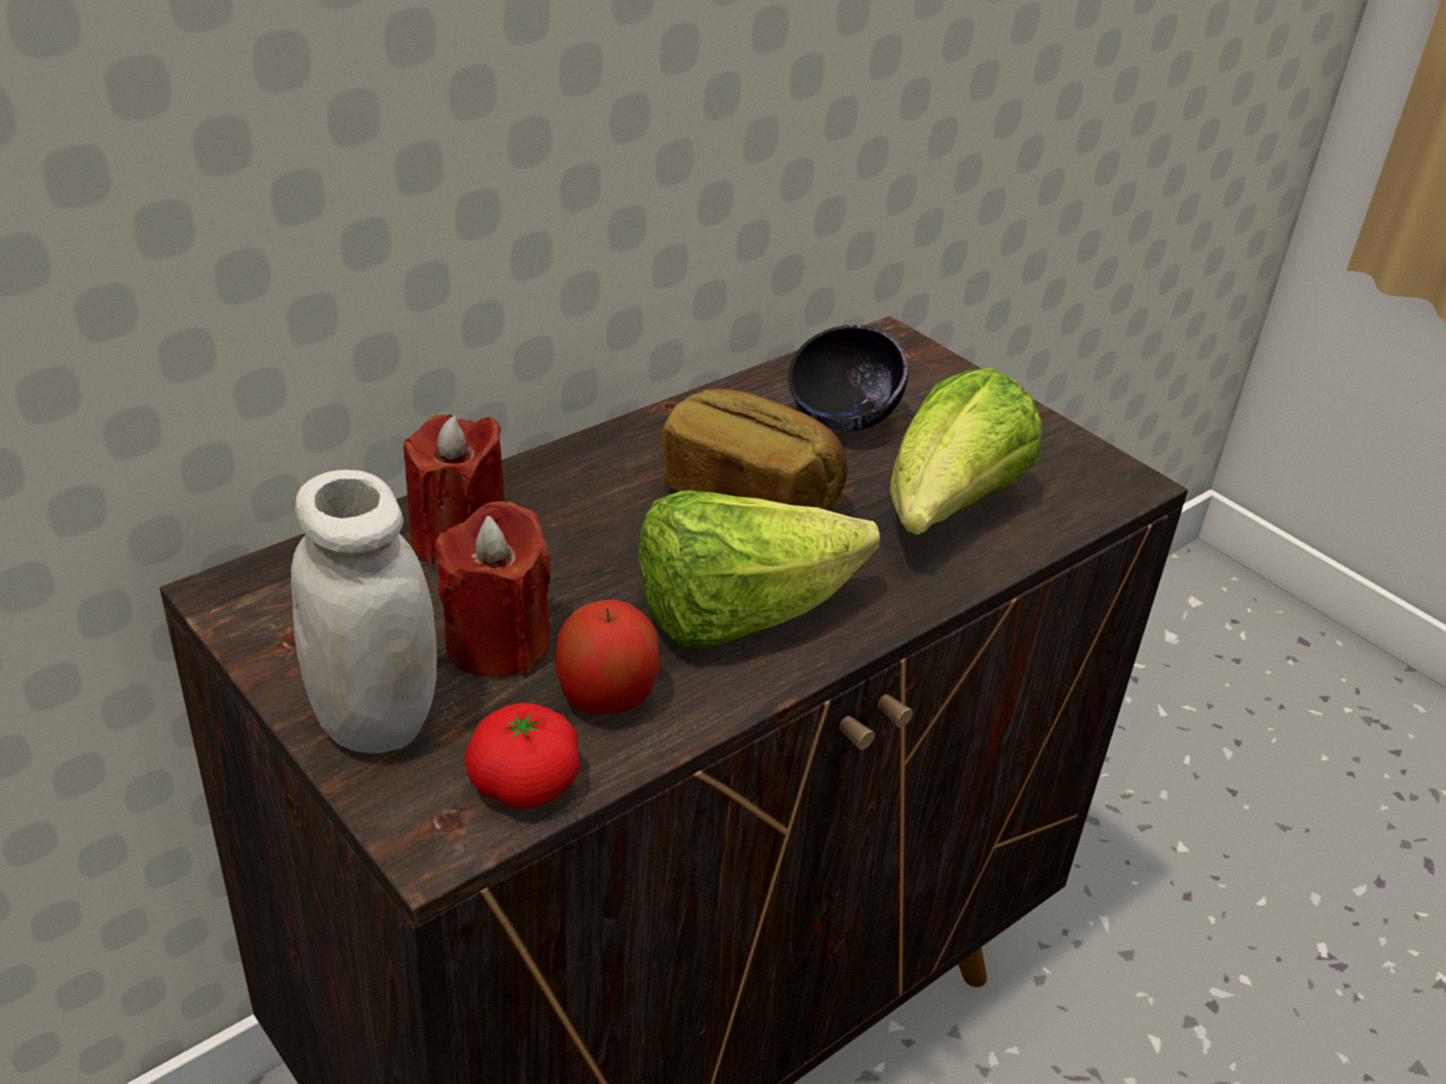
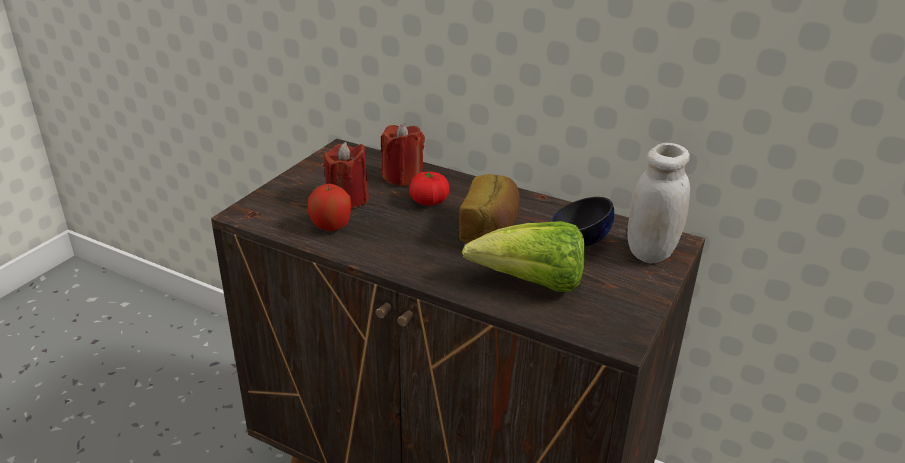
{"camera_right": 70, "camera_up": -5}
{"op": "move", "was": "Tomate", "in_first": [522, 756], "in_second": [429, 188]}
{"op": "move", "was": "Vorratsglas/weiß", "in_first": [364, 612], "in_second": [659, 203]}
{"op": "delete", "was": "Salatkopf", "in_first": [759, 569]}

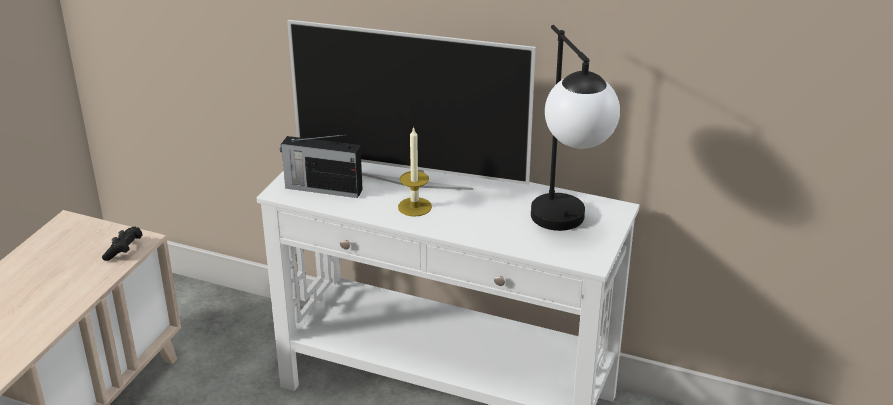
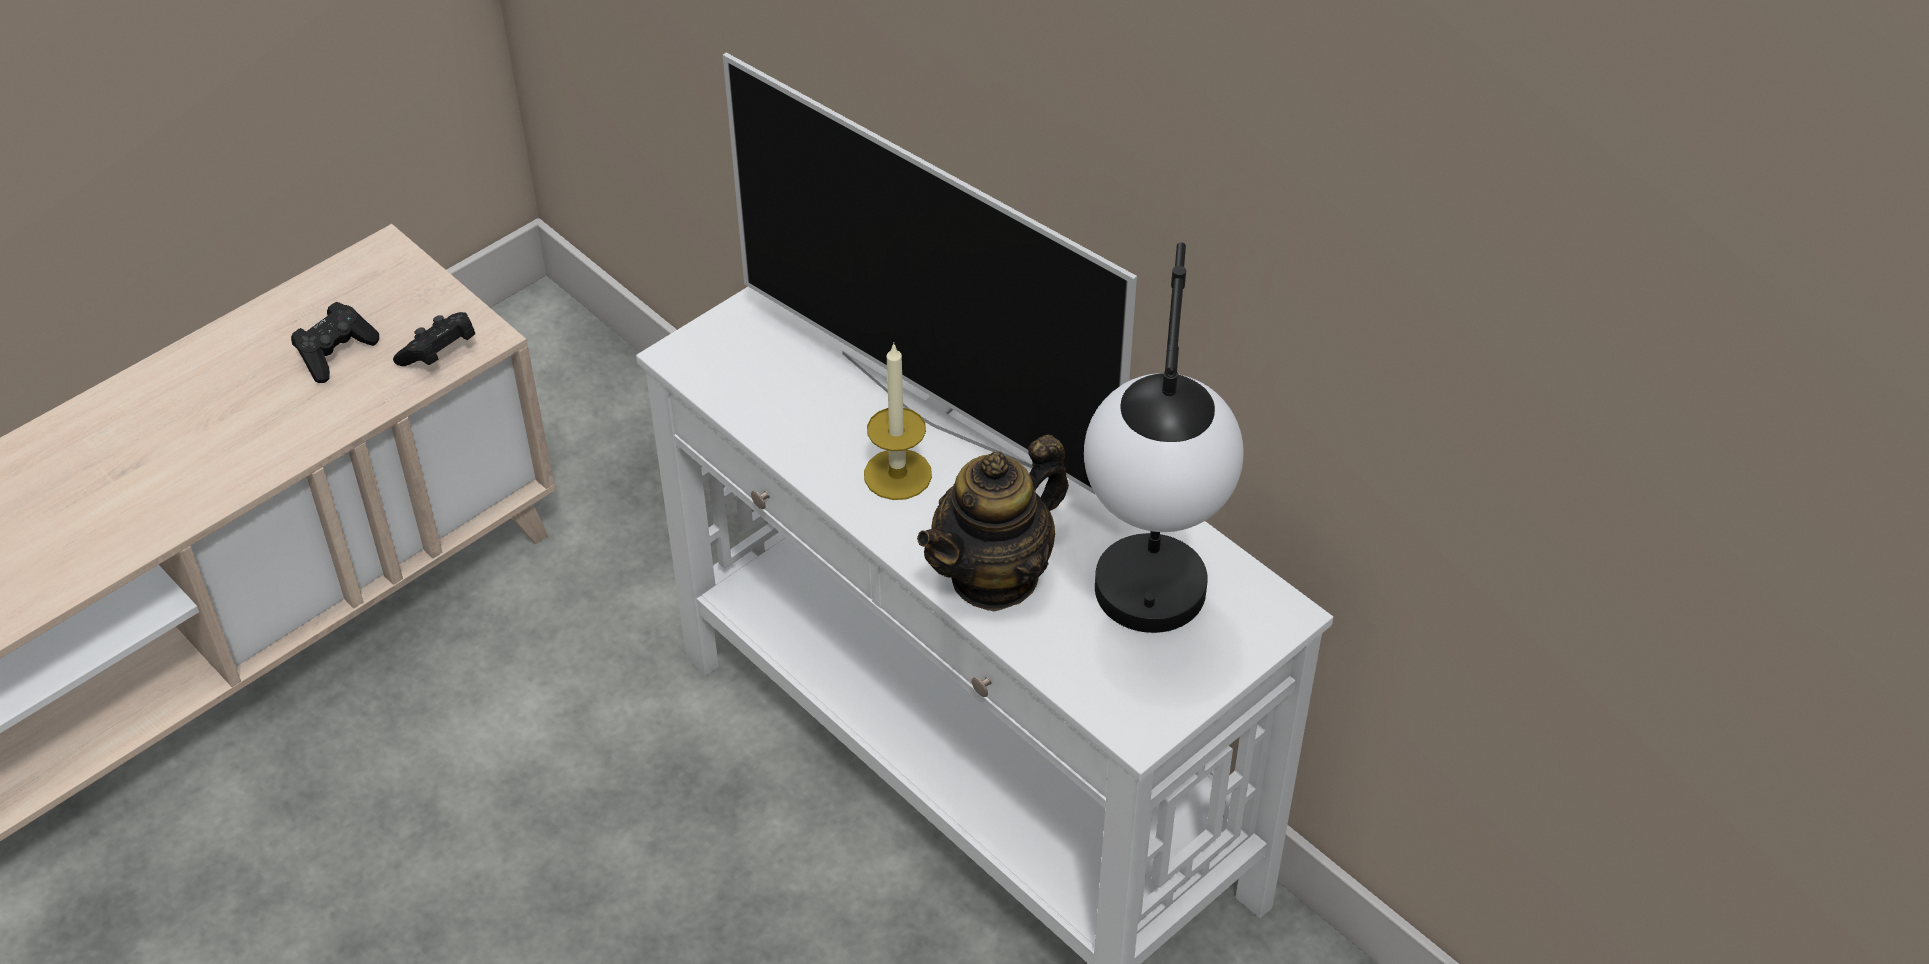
{"camera_right": 25, "camera_up": 15}
{"op": "insert", "now": "Gamepad/schwarz", "in_second": [335, 342]}
{"op": "insert", "now": "Teekanne", "in_second": [993, 523]}
{"op": "delete", "was": "Radio", "in_first": [321, 166]}

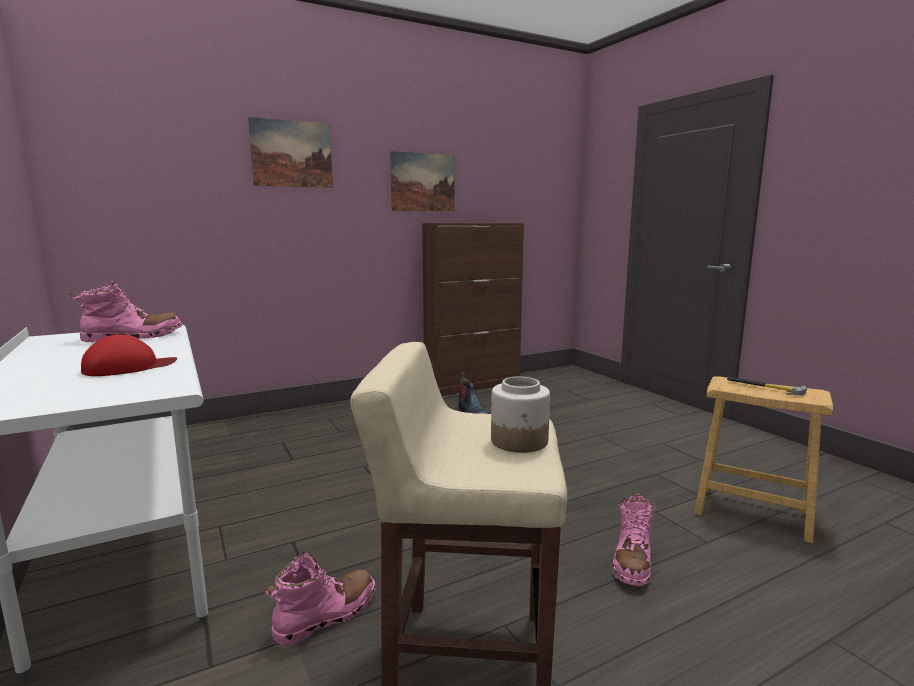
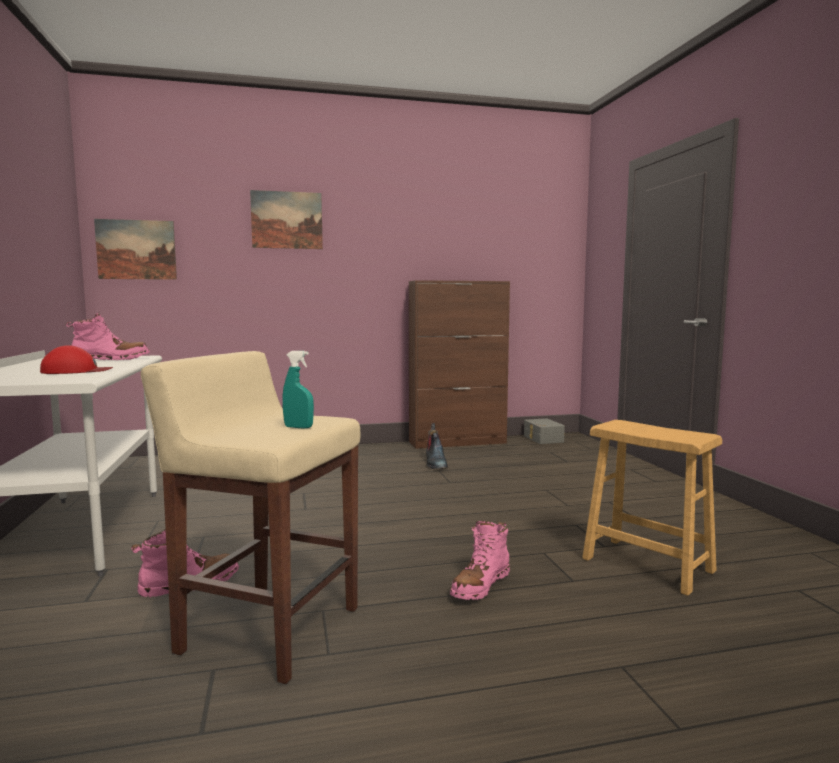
{"camera_right": 15, "camera_up": -5}
{"op": "move", "was": "Bild", "in_first": [422, 181], "in_second": [135, 249]}
{"op": "replace", "was": "Vorratsglas", "now": "Sprühflasche/türkis", "in_first": [520, 415], "in_second": [298, 390]}
{"op": "insert", "now": "Aufbewahrungsbox/grau", "in_second": [544, 431]}
{"op": "delete", "was": "Hammer", "in_first": [767, 386]}

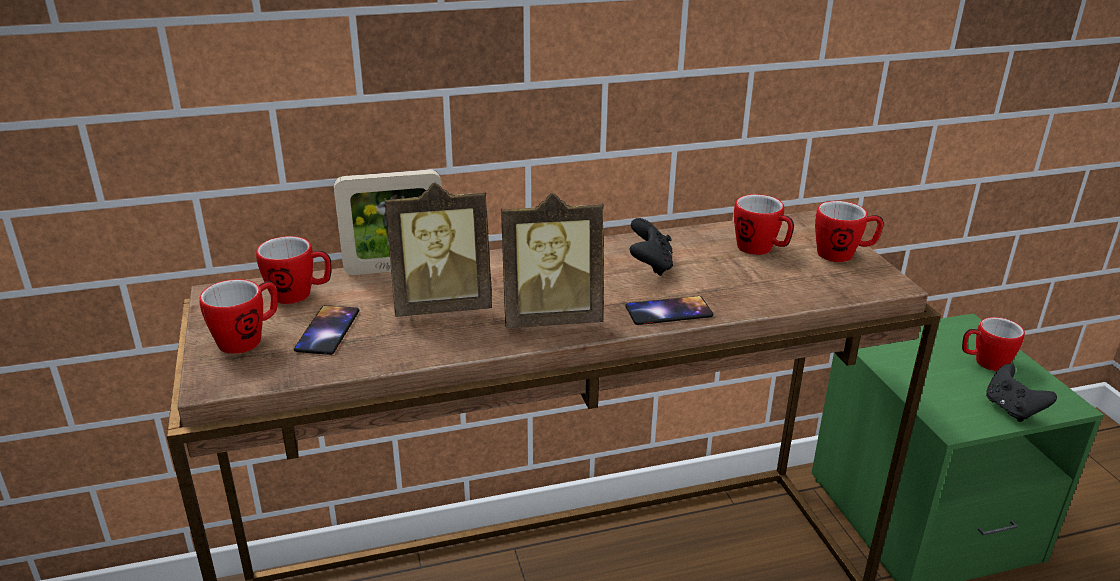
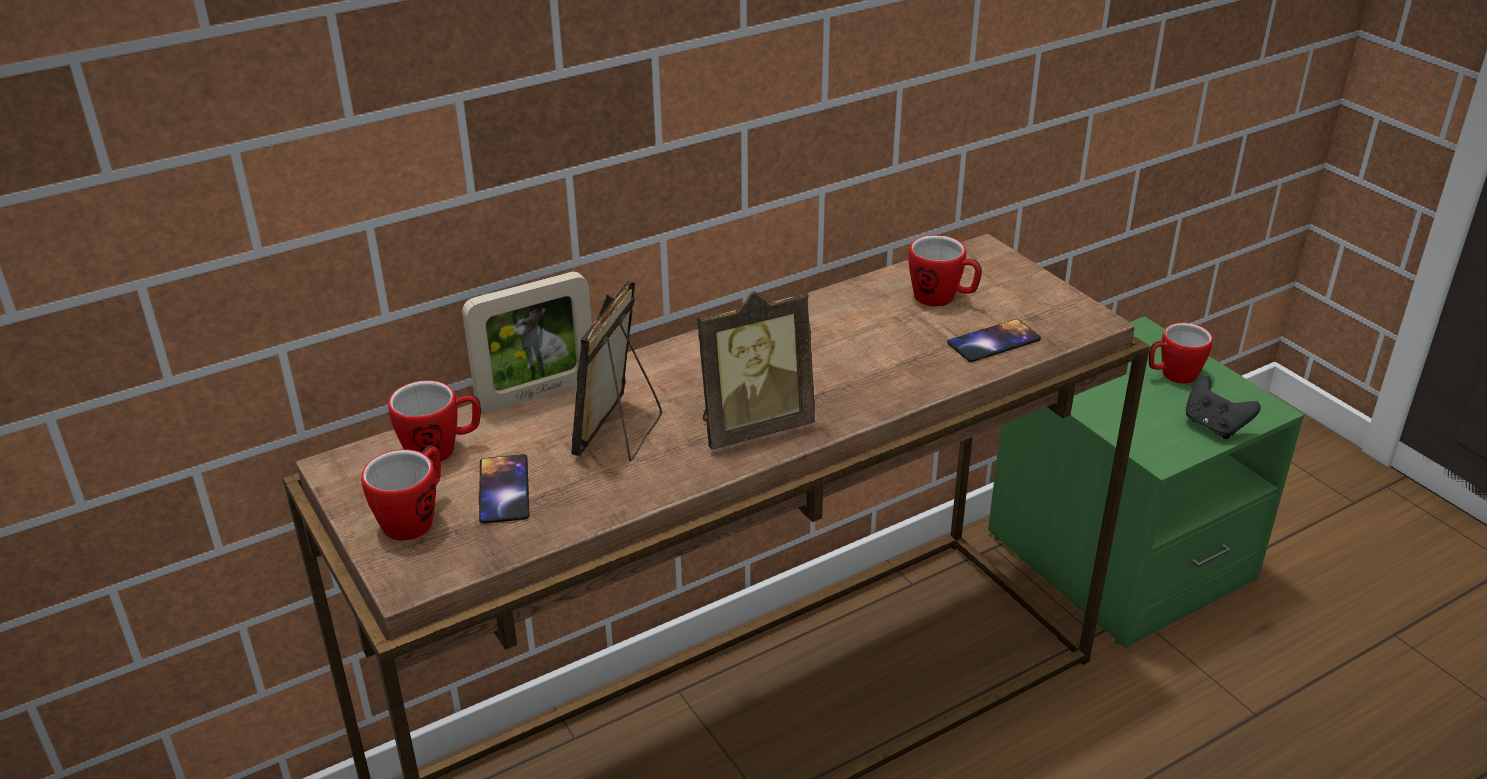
{"camera_right": -15, "camera_up": 5}
{"op": "rotate", "was": "Bilderrahmen", "in_first": [438, 249], "in_second": [616, 370], "clockwise": 135}
{"op": "move", "was": "Handy", "in_first": [669, 310], "in_second": [994, 340]}
{"op": "delete", "was": "Gamepad/schwarz", "in_first": [651, 247]}
{"op": "delete", "was": "Henkelbecher", "in_first": [849, 231]}

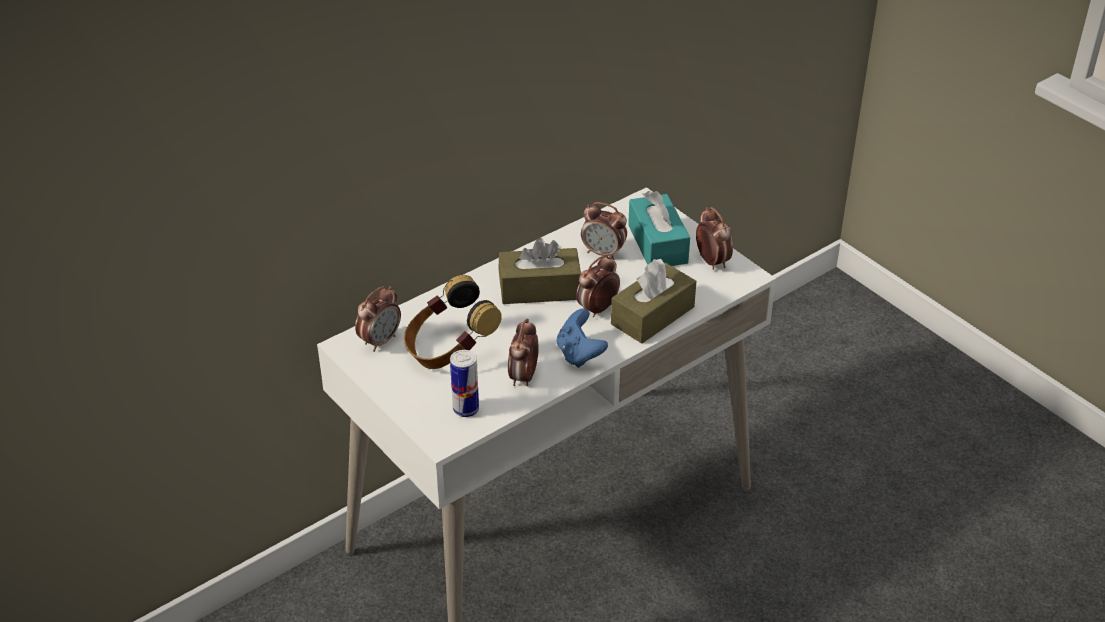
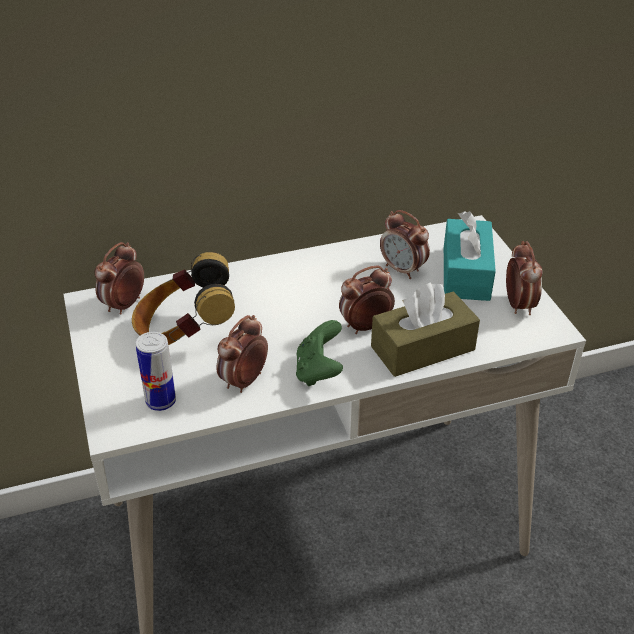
{"camera_right": 20, "camera_up": 0}
{"op": "rotate", "was": "Wecker", "in_first": [378, 319], "in_second": [119, 278], "clockwise": 150}
{"op": "recolor", "was": "Gamepad/blau", "now": "Gamepad/grün", "in_first": [582, 338], "in_second": [319, 353]}
{"op": "delete", "was": "Taschentuchbox/braun", "in_first": [539, 271]}

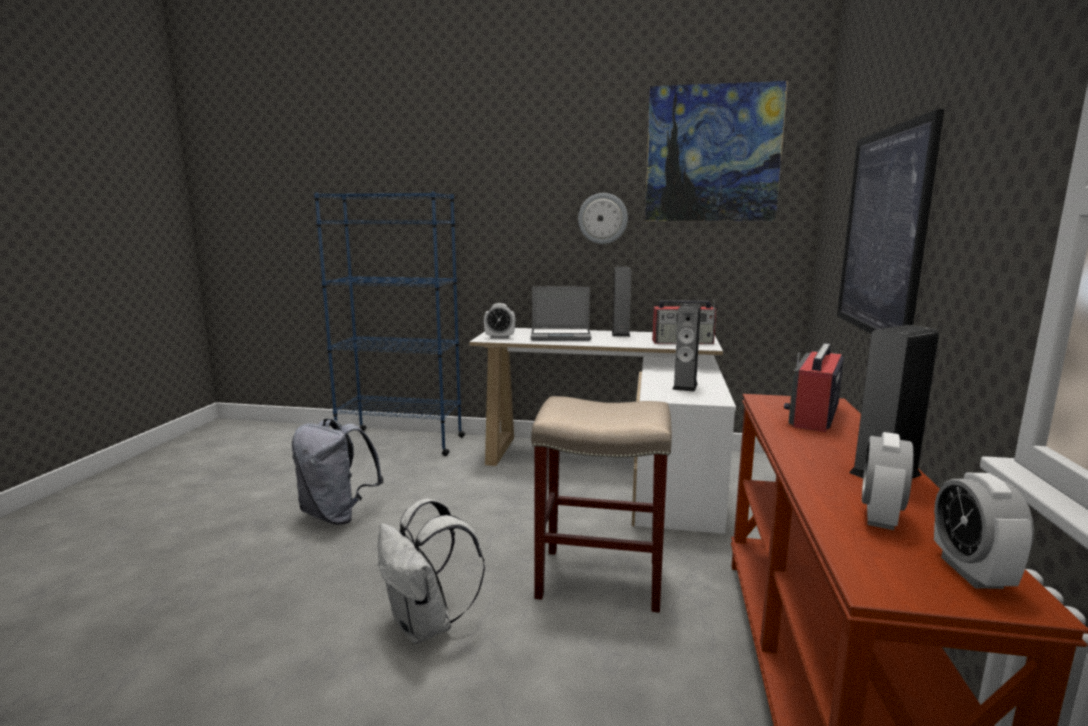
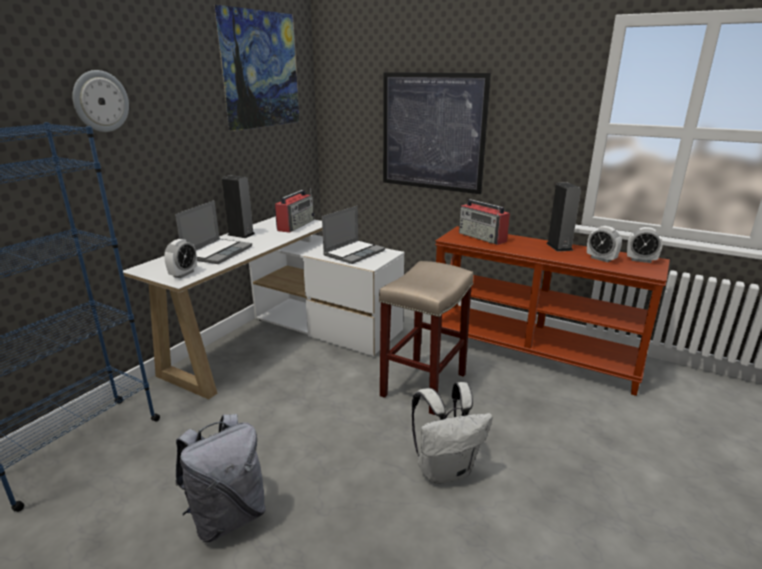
{"camera_right": -70, "camera_up": 10}
{"op": "move", "was": "Wanduhr", "in_first": [603, 218], "in_second": [100, 101]}
{"op": "replace", "was": "Lautsprecher", "now": "Laptop", "in_first": [686, 347], "in_second": [353, 235]}

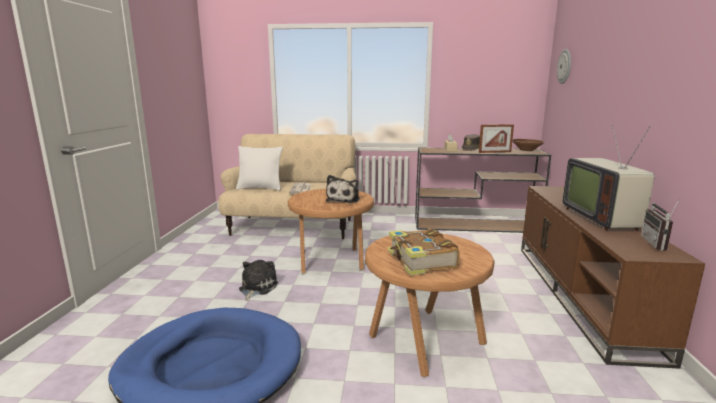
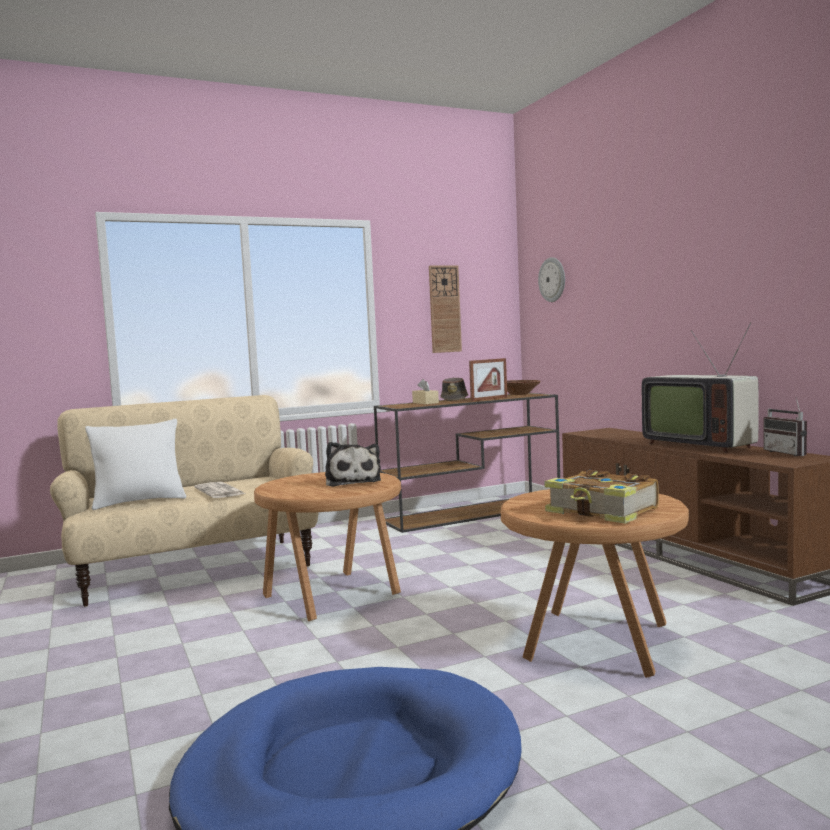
{"camera_right": -30, "camera_up": -10}
{"op": "insert", "now": "Wanduhr", "in_second": [445, 309]}
{"op": "delete", "was": "Plüschtier", "in_first": [258, 280]}

